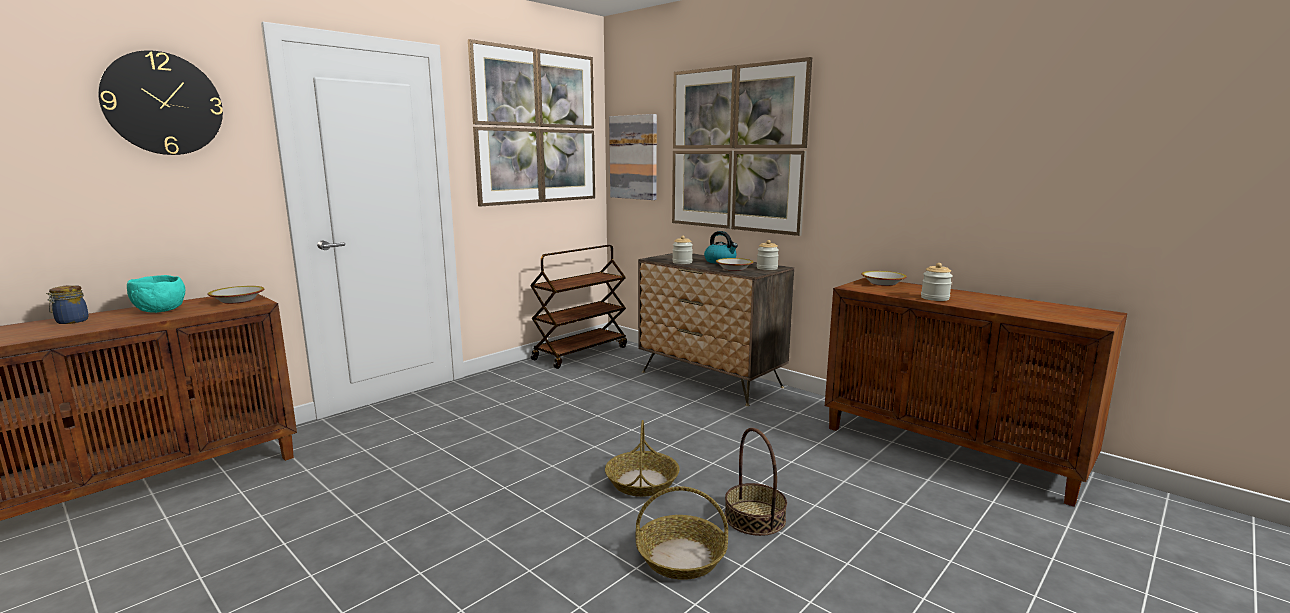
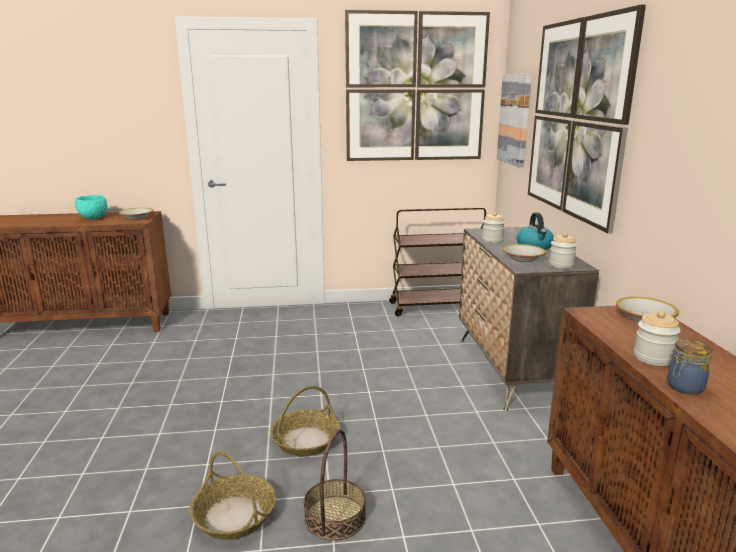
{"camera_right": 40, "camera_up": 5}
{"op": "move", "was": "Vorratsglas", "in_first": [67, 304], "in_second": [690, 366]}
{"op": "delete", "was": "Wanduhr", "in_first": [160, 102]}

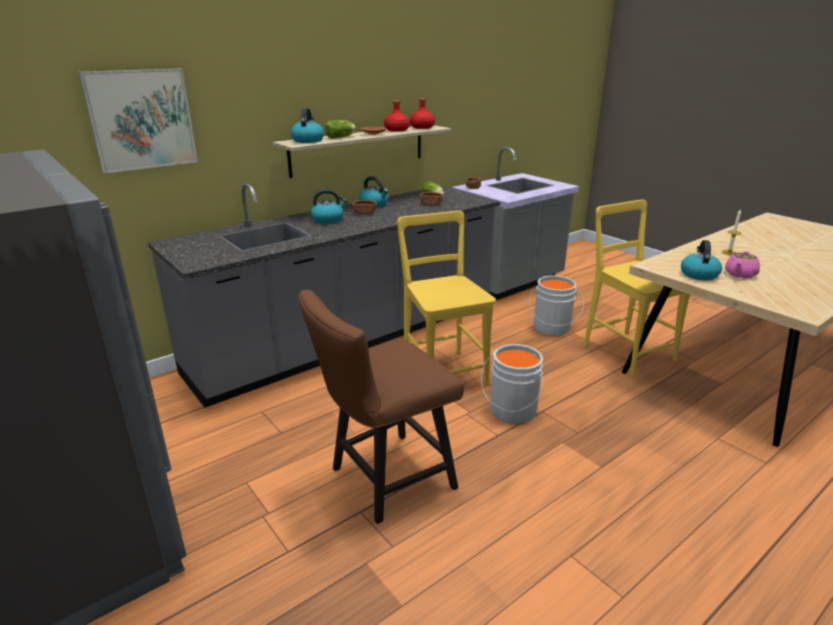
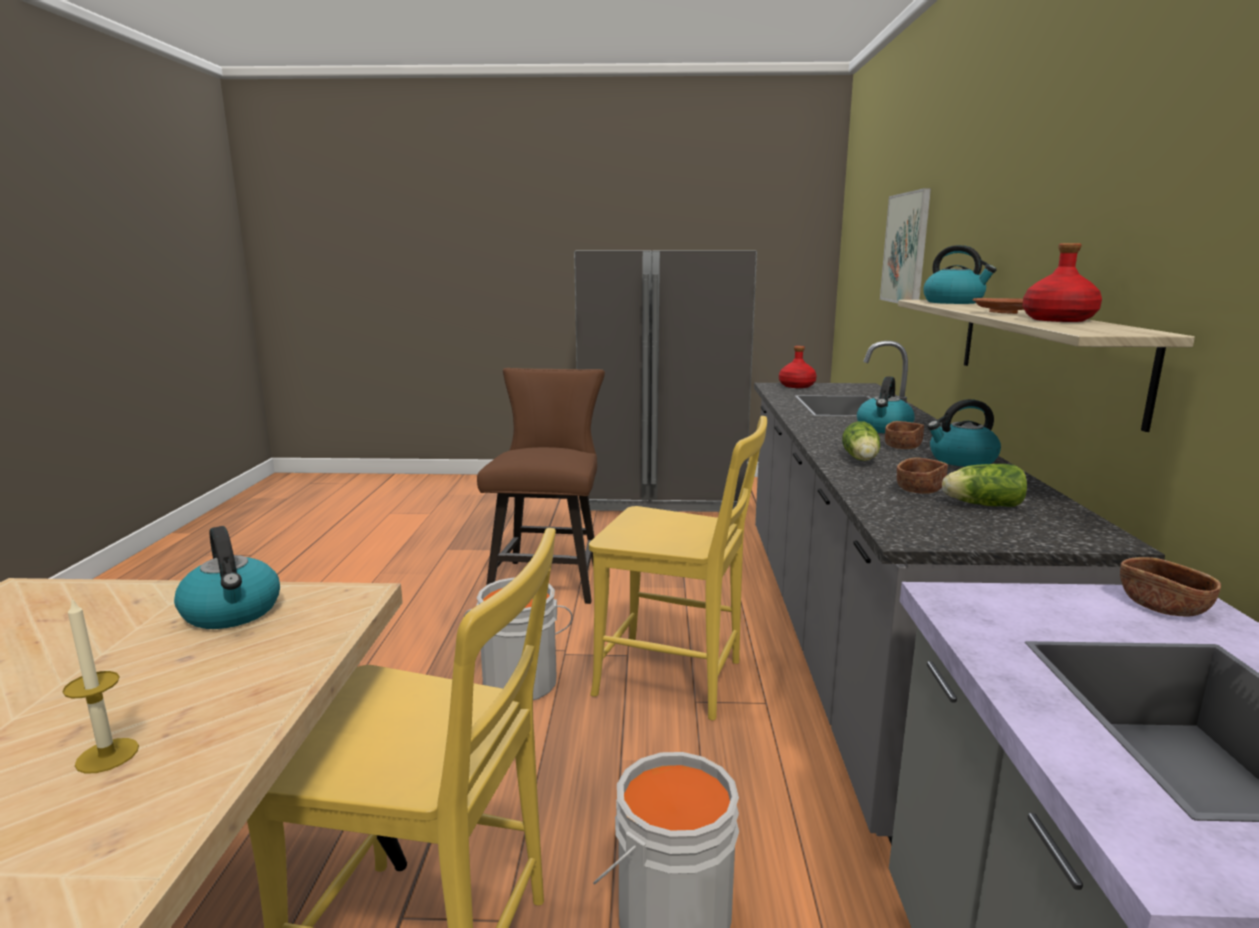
{"camera_right": 130, "camera_up": -10}
{"op": "move", "was": "Flasche/rot", "in_first": [422, 113], "in_second": [798, 367]}
{"op": "move", "was": "Salatkopf", "in_first": [340, 129], "in_second": [861, 441]}
{"op": "delete", "was": "Teekanne/rosa", "in_first": [742, 264]}

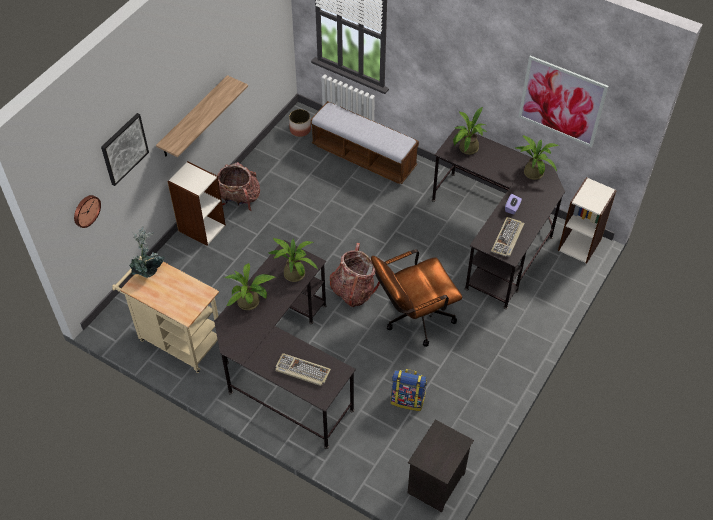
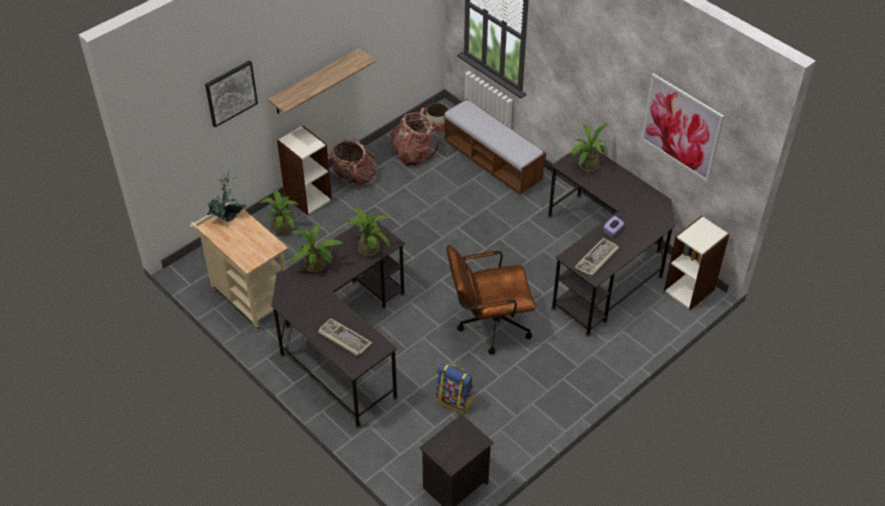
{"camera_right": 15, "camera_up": -5}
{"op": "move", "was": "Topfpflanze", "in_first": [537, 157], "in_second": [279, 212]}
{"op": "move", "was": "Rucksack", "in_first": [356, 275], "in_second": [416, 137]}
{"op": "delete", "was": "Wanduhr", "in_first": [87, 211]}

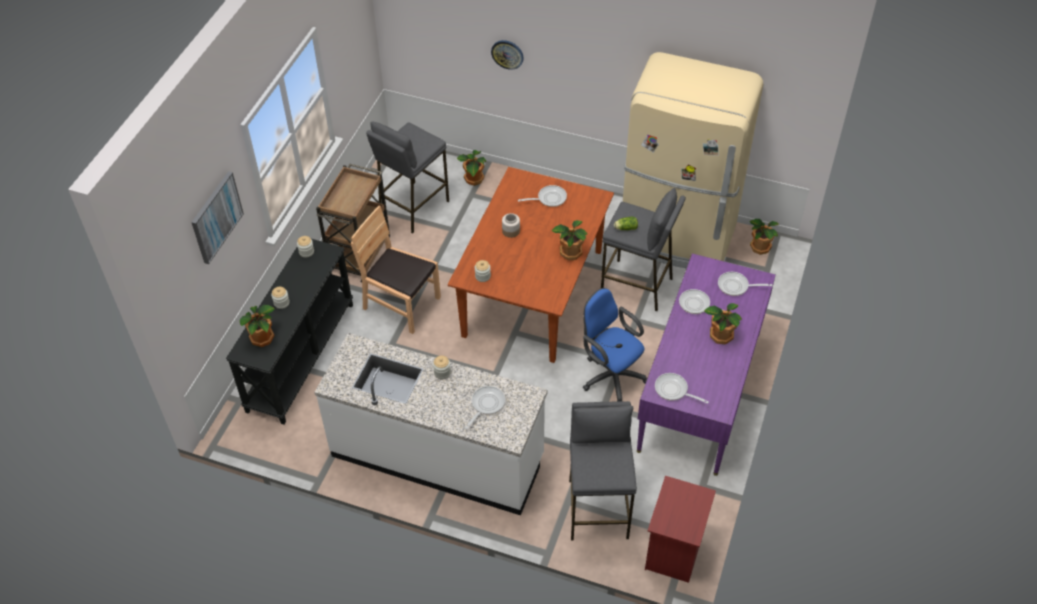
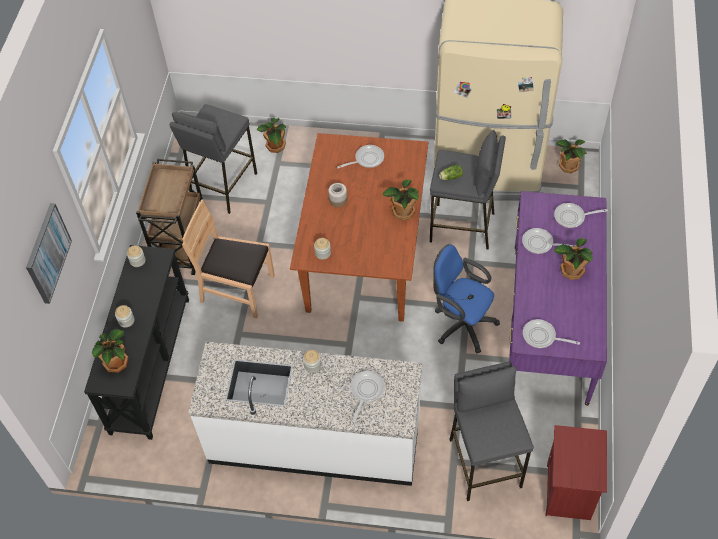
{"camera_right": -10, "camera_up": 5}
{"op": "delete", "was": "Wanduhr", "in_first": [507, 55]}

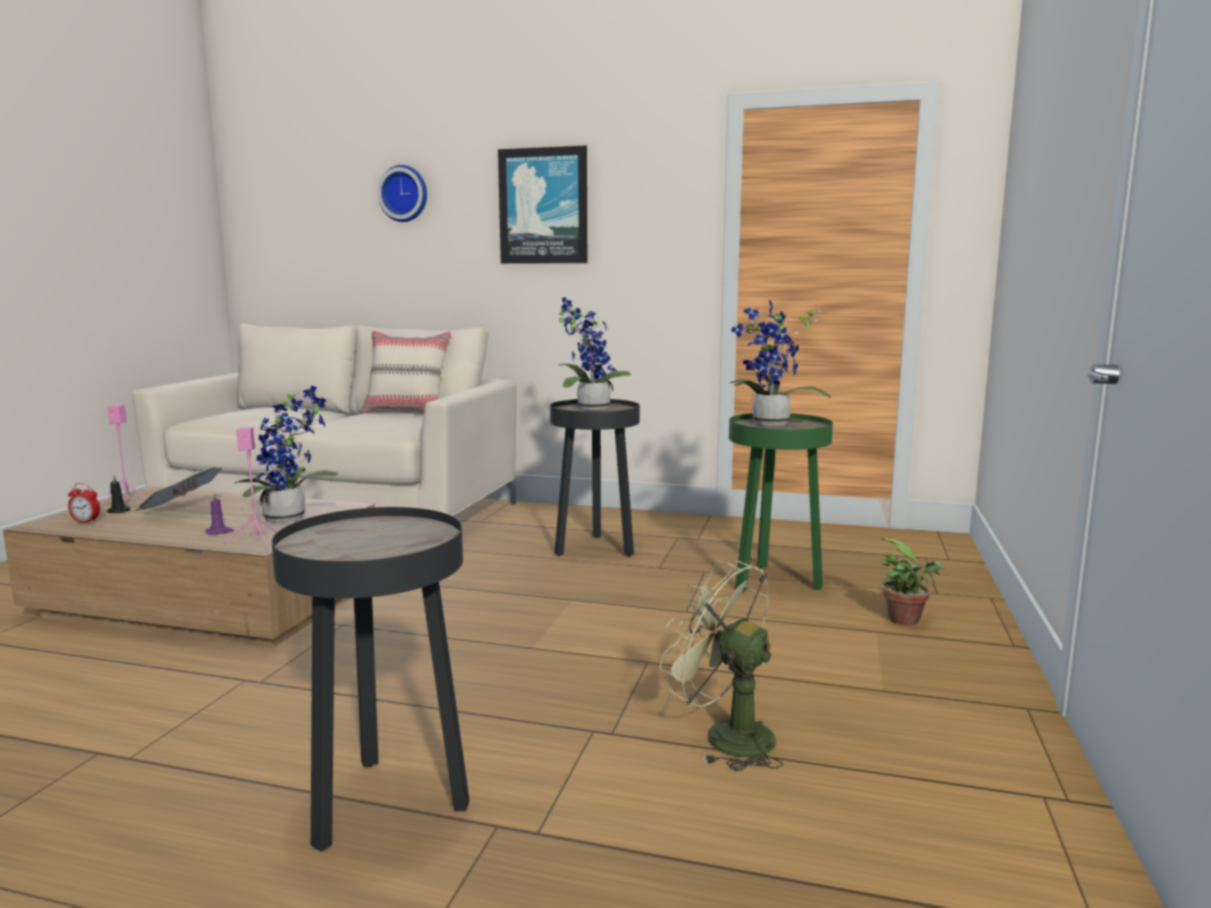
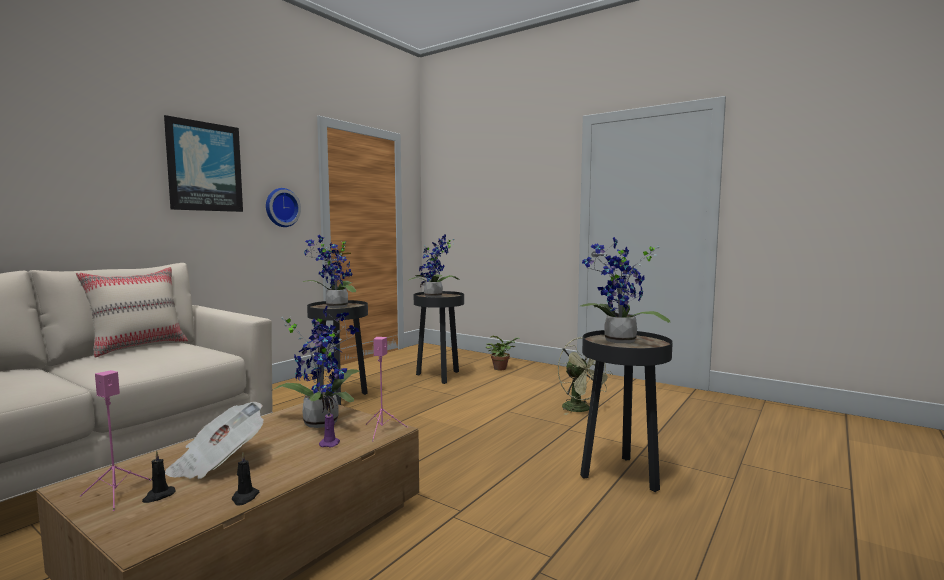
{"camera_right": -70, "camera_up": -5}
{"op": "insert", "now": "Kerze/schwarz", "in_second": [245, 479]}
{"op": "move", "was": "Wanduhr", "in_first": [402, 193], "in_second": [283, 207]}
{"op": "recolor", "was": "Beistelltisch/grün", "now": "Beistelltisch/schwarz", "in_first": [781, 502], "in_second": [439, 337]}
{"op": "rotate", "was": "Ventilator/grün", "in_first": [721, 665], "in_second": [585, 376], "clockwise": -90}
{"op": "insert", "now": "Topfpflanze", "in_second": [625, 290]}
{"op": "delete", "was": "Wecker", "in_first": [84, 503]}

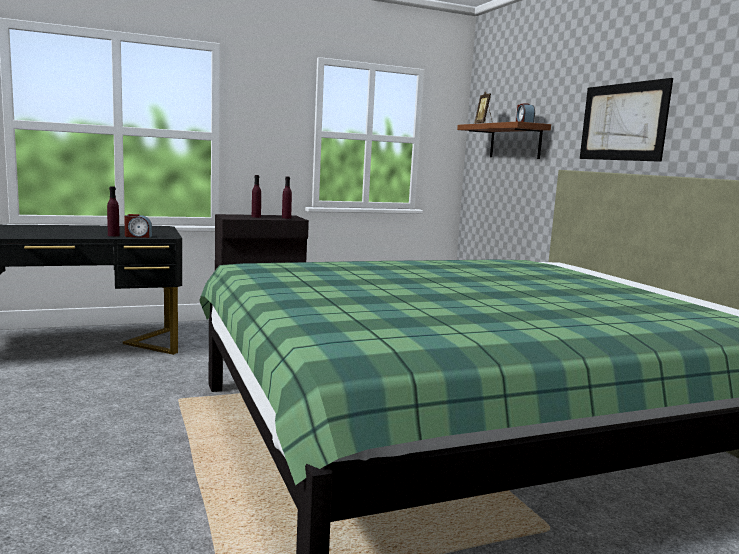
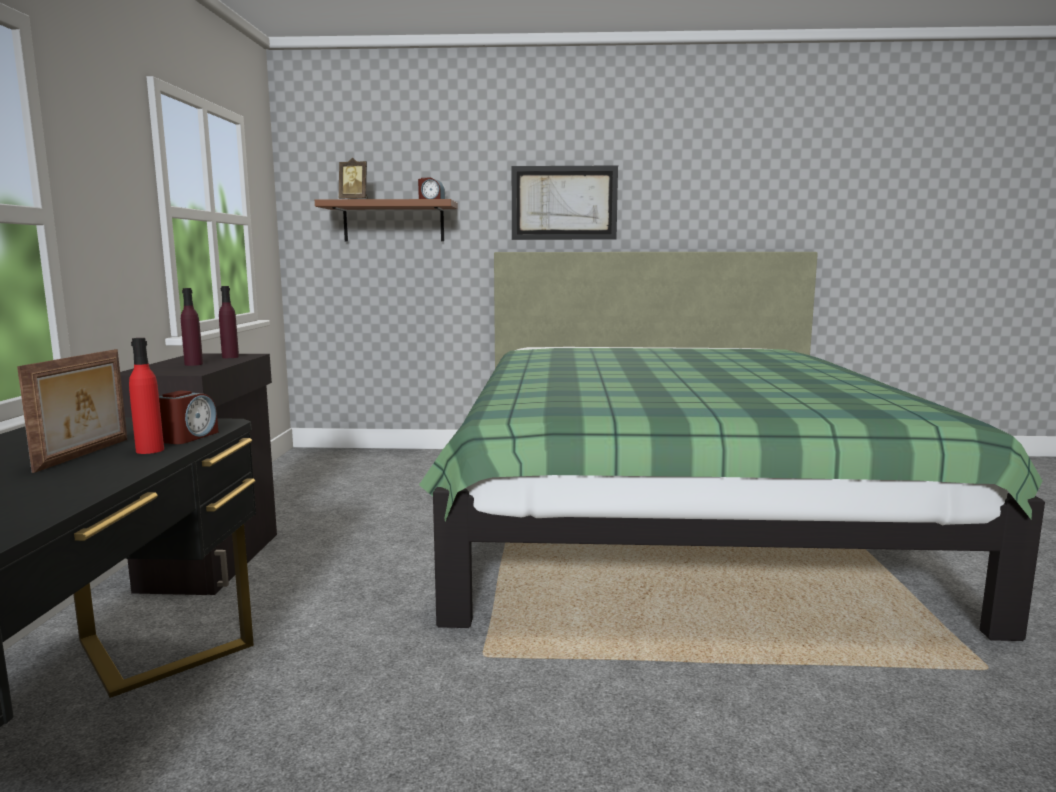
{"camera_right": -65, "camera_up": 0}
{"op": "insert", "now": "Bilderrahmen", "in_second": [72, 411]}
{"op": "recolor", "was": "Flasche/lila", "now": "Flasche/rot", "in_first": [113, 211], "in_second": [146, 396]}

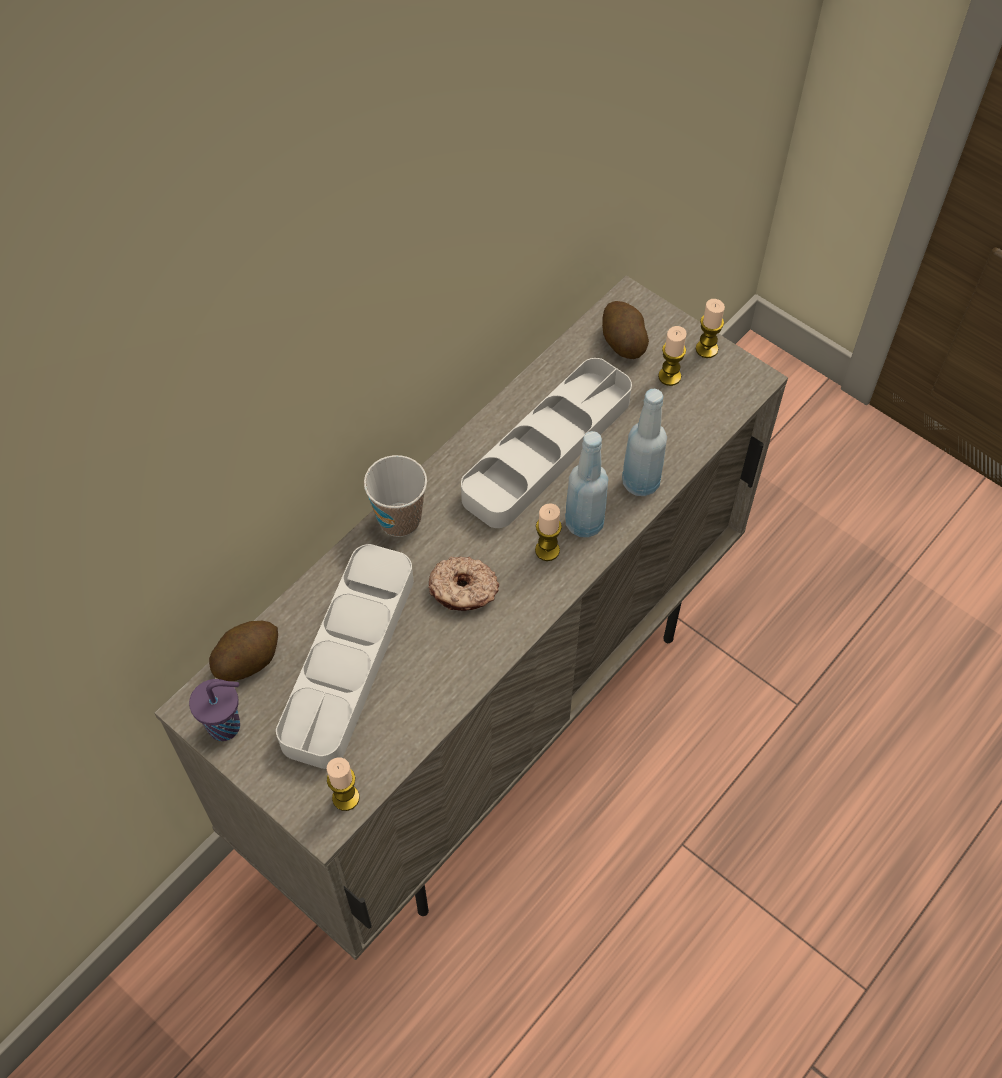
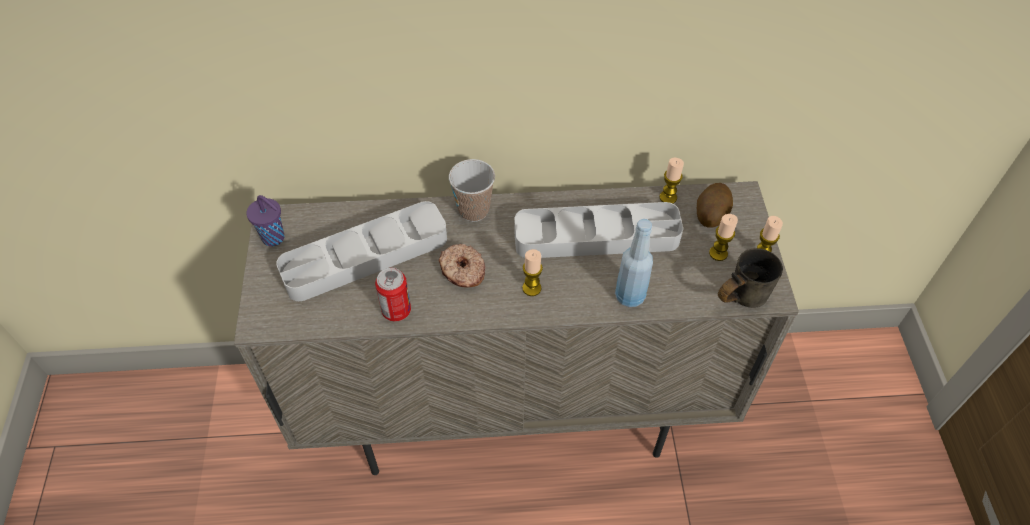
{"camera_right": 45, "camera_up": -5}
{"op": "insert", "now": "Dose", "in_second": [393, 294]}
{"op": "move", "was": "Kerze", "in_first": [343, 784], "in_second": [672, 181]}
{"op": "insert", "now": "Henkelbecher/grau", "in_second": [750, 278]}
{"op": "delete", "was": "Kartoffel", "in_first": [243, 651]}
{"op": "delete", "was": "Flasche/blau", "in_first": [586, 484]}

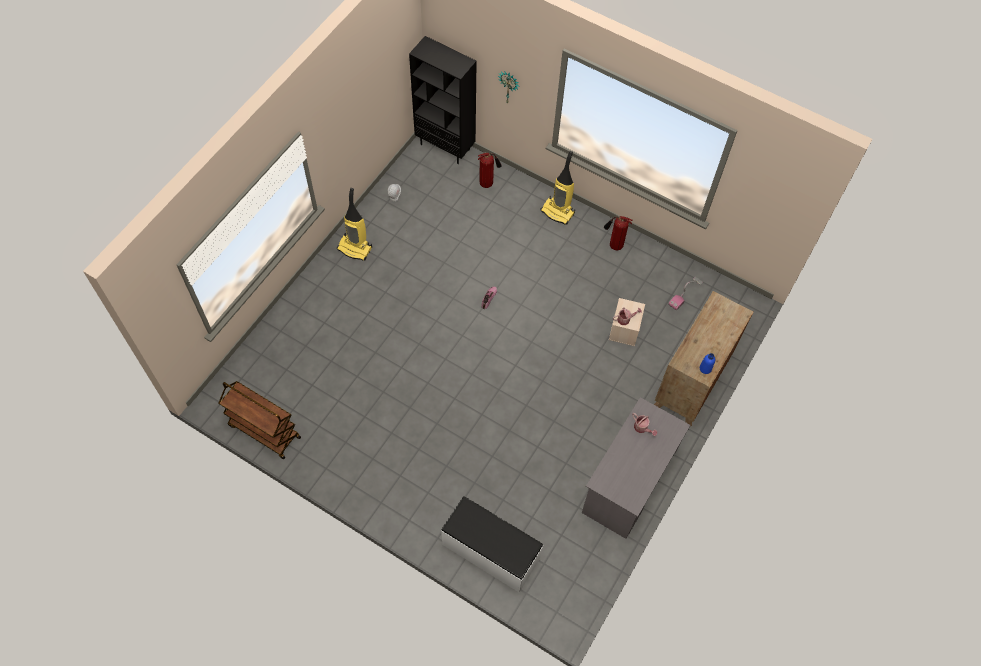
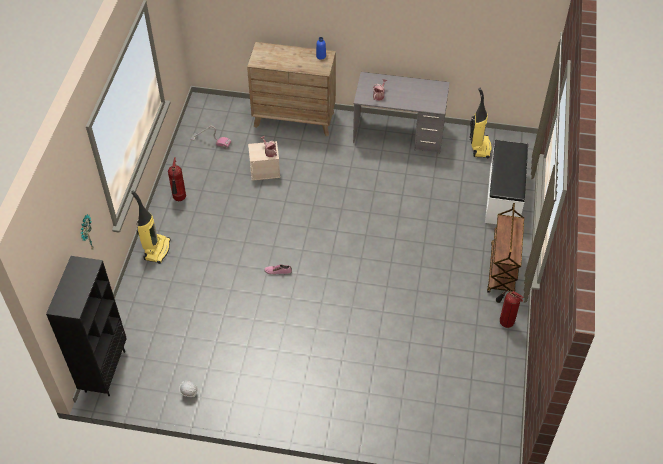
{"camera_right": -110, "camera_up": -10}
{"op": "move", "was": "Staubsauger", "in_first": [354, 224], "in_second": [481, 123]}
{"op": "move", "was": "Rollwagen/braun", "in_first": [259, 420], "in_second": [505, 248]}
{"op": "move", "was": "Feuerlöscher", "in_first": [490, 170], "in_second": [510, 309]}

